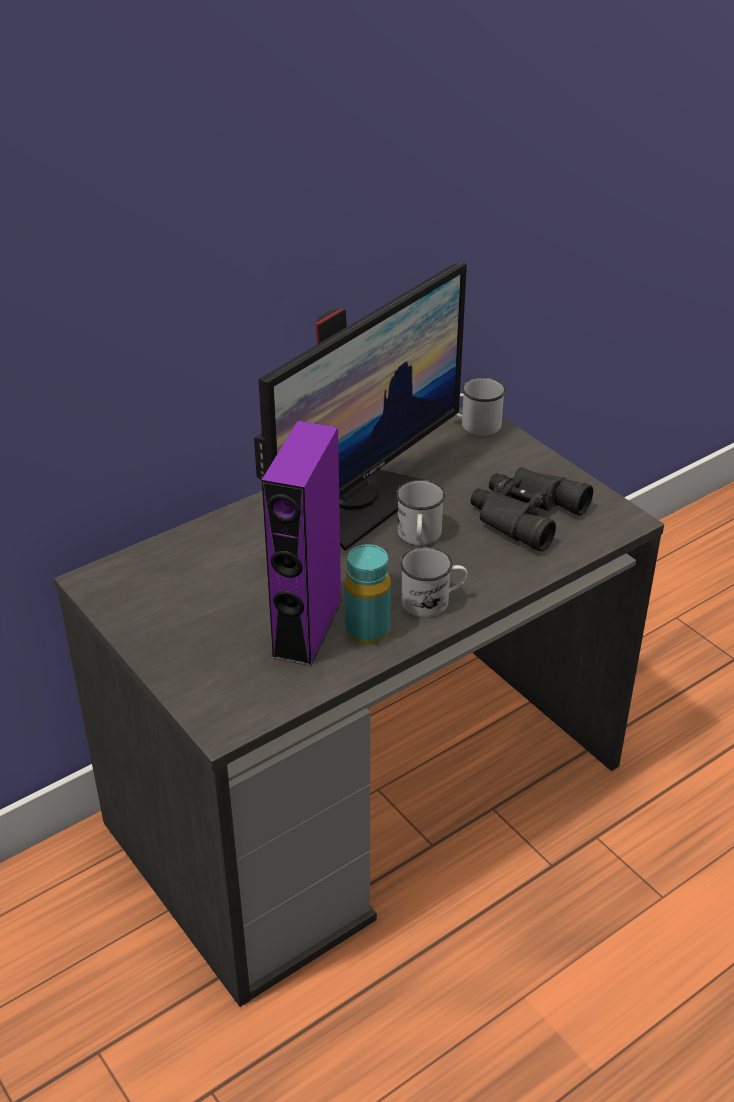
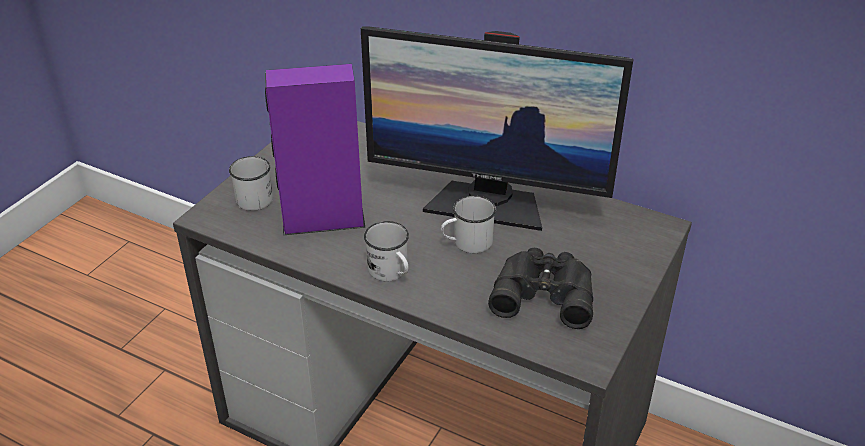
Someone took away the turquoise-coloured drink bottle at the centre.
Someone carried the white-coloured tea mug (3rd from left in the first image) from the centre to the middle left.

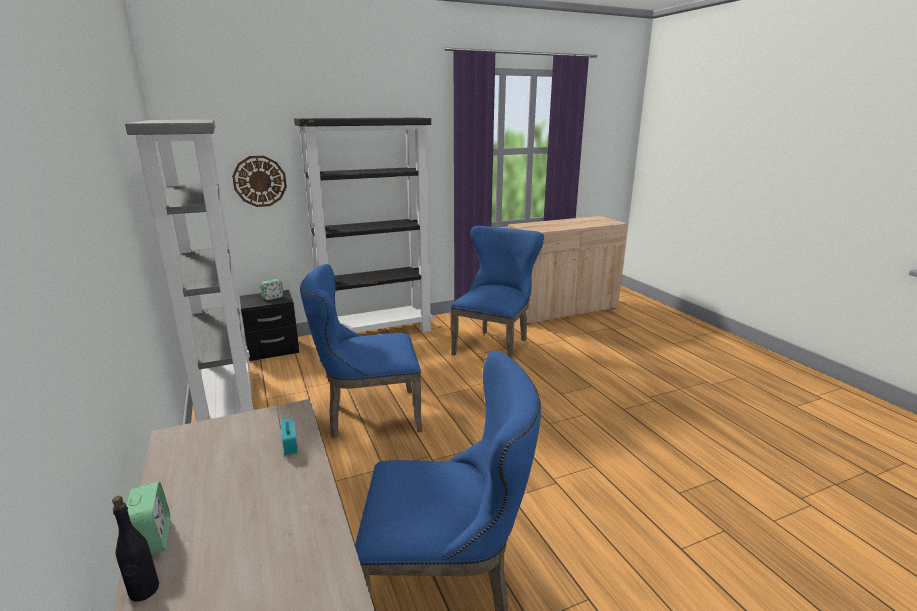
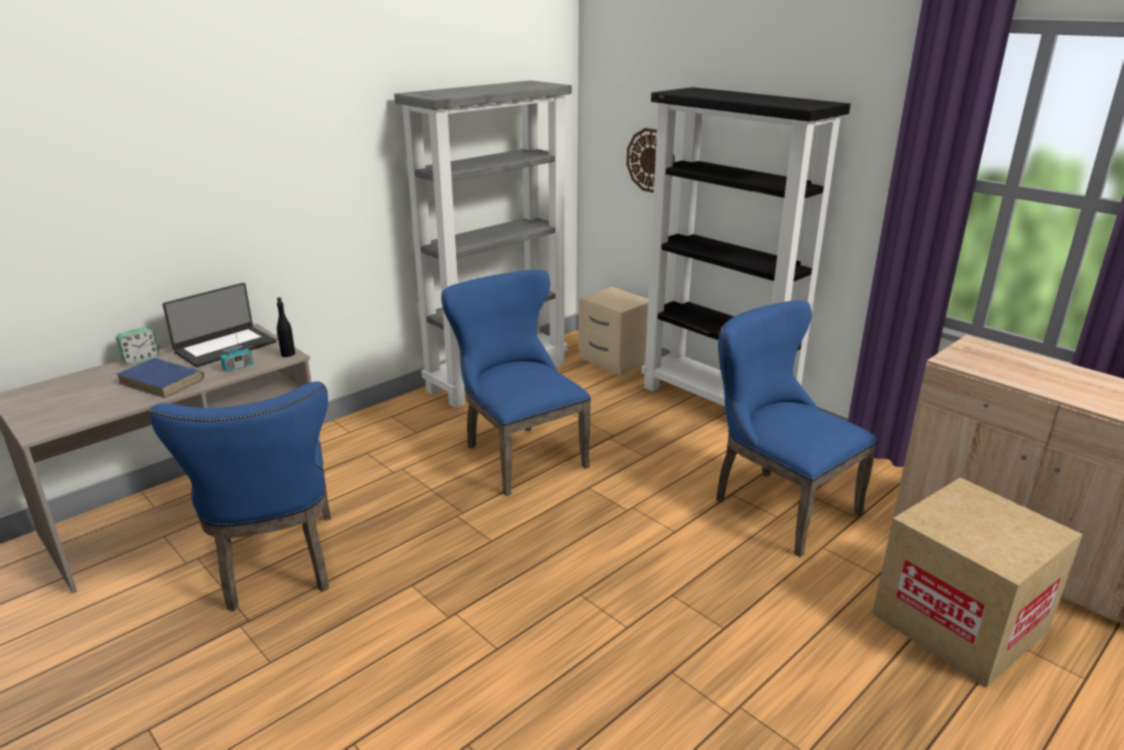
Someone carried the black drink bottle from the bottom left to the middle left.
Someone repainted the black night table at the middle left, which became the beige-coloured night table at the centre.
Someone took away the bedside clock (2nd from left) at the middle left.
Someone rotated the blue upright chair (3rd from left) at the centre by 135 degrees counterclockwise.
Someone put down the blue book at the middle left.
Someone put down the laptop at the middle left.
Someone put down the cardboard box at the bottom right.

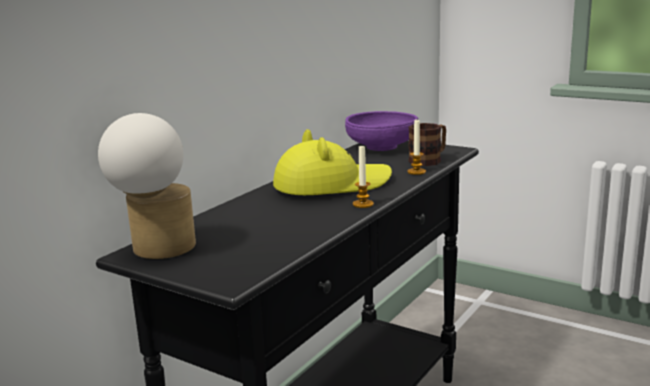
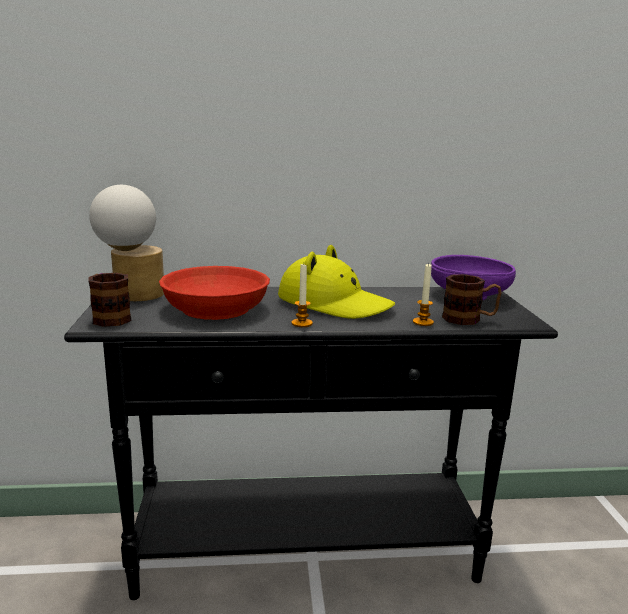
Someone put down the tea mug (1st from left) at the middle left.
Someone put down the red-coloured serving bowl at the centre.

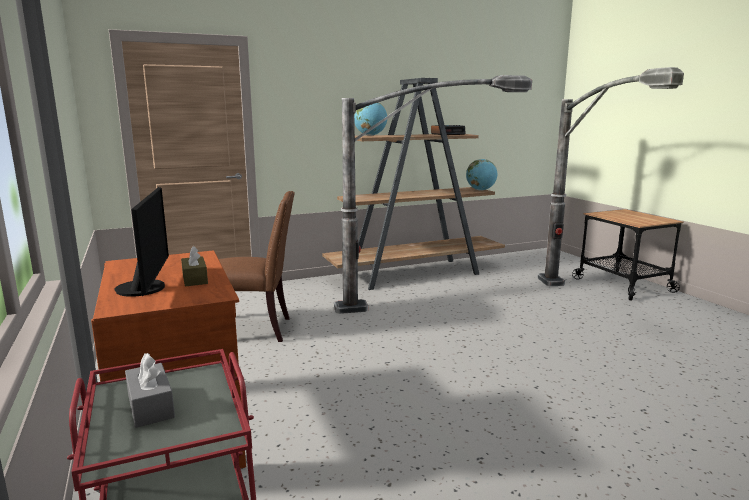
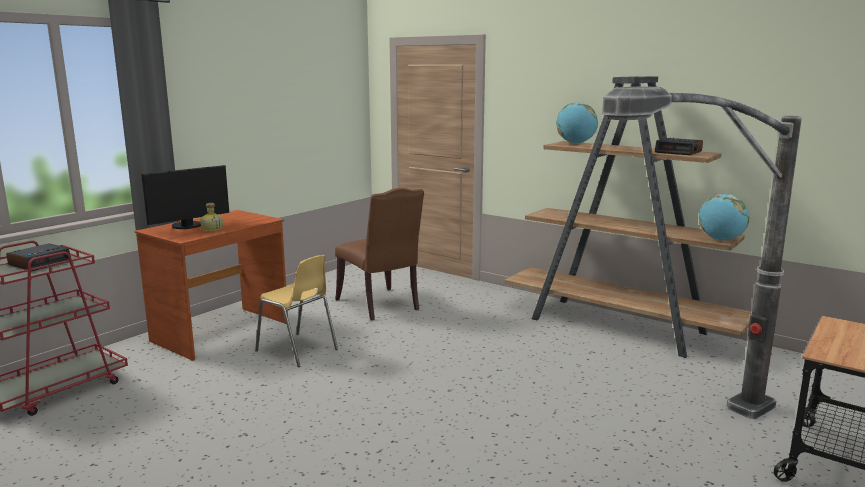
Someone swapped the gray tissue box at the bottom left for the bedside clock (1st from left) at the middle left.
Someone swapped the brown tissue box at the middle left for the drink bottle at the middle left.
Someone took away the standard lamp (1st from left) at the centre.
Someone put down the yellow-coloured upright chair at the centre.

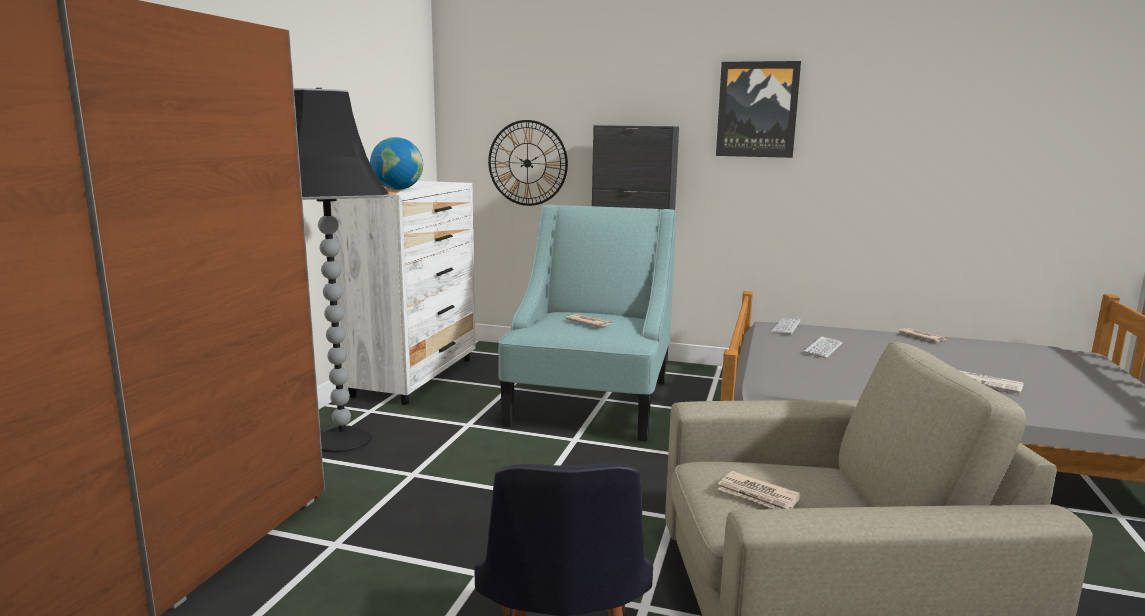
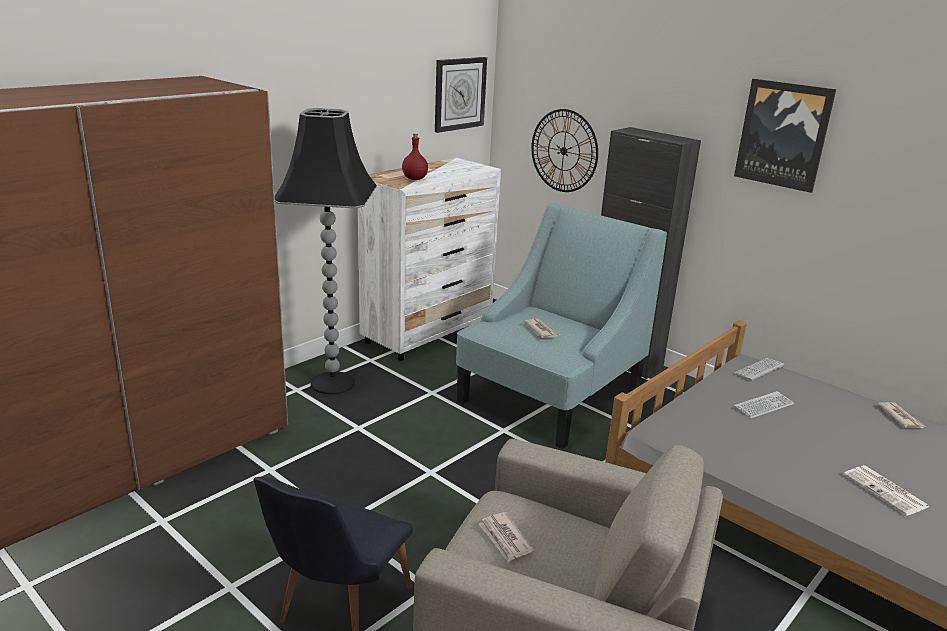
Someone swapped the globe at the top centre for the red-coloured drink bottle at the top centre.
Someone put up the wall clock (1st from left) at the top centre.

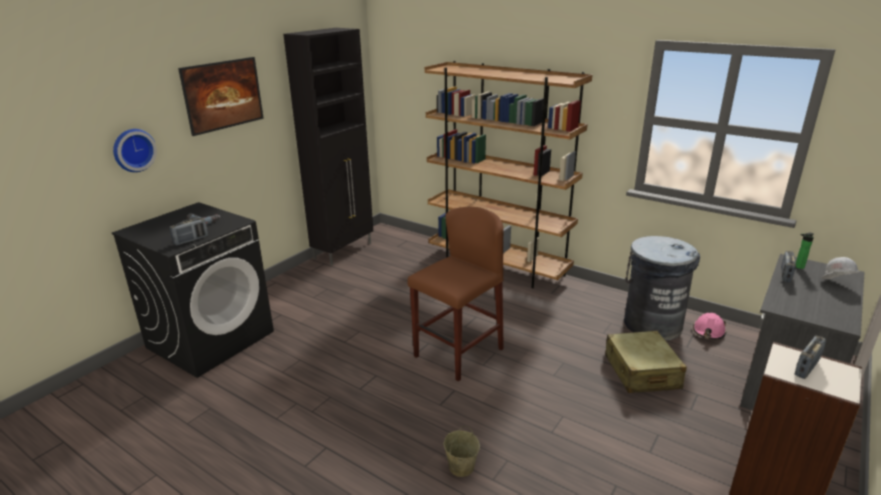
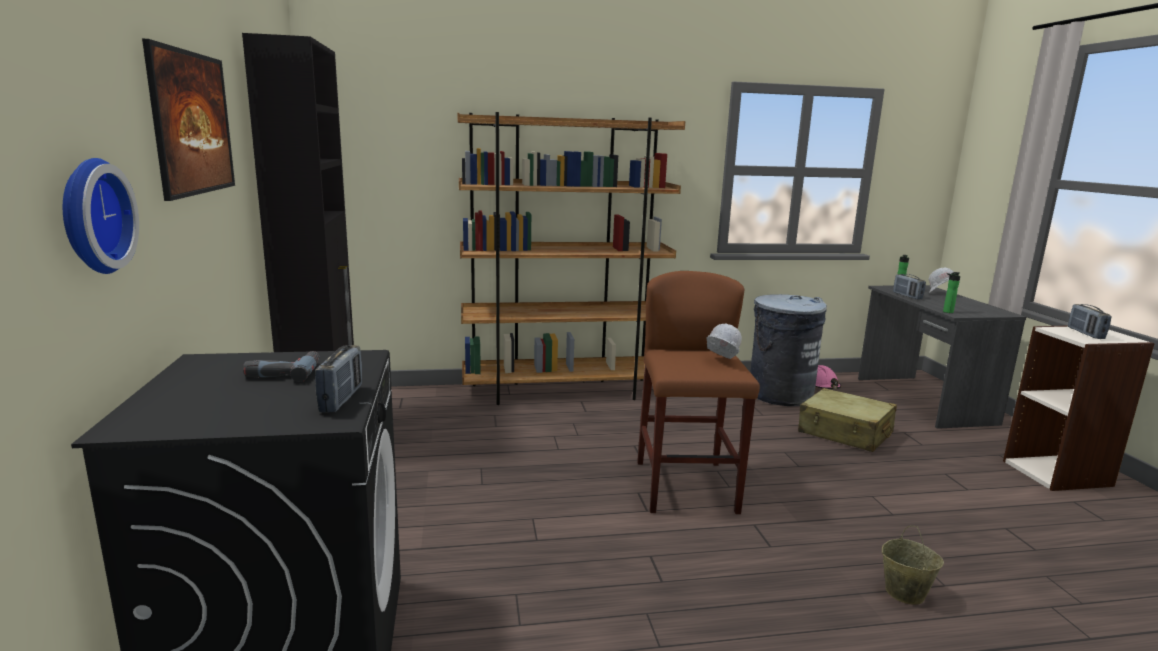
Someone put down the white-coloured work helmet (1st from left) at the centre.
Someone put down the drink bottle (2nd from left) at the middle right.

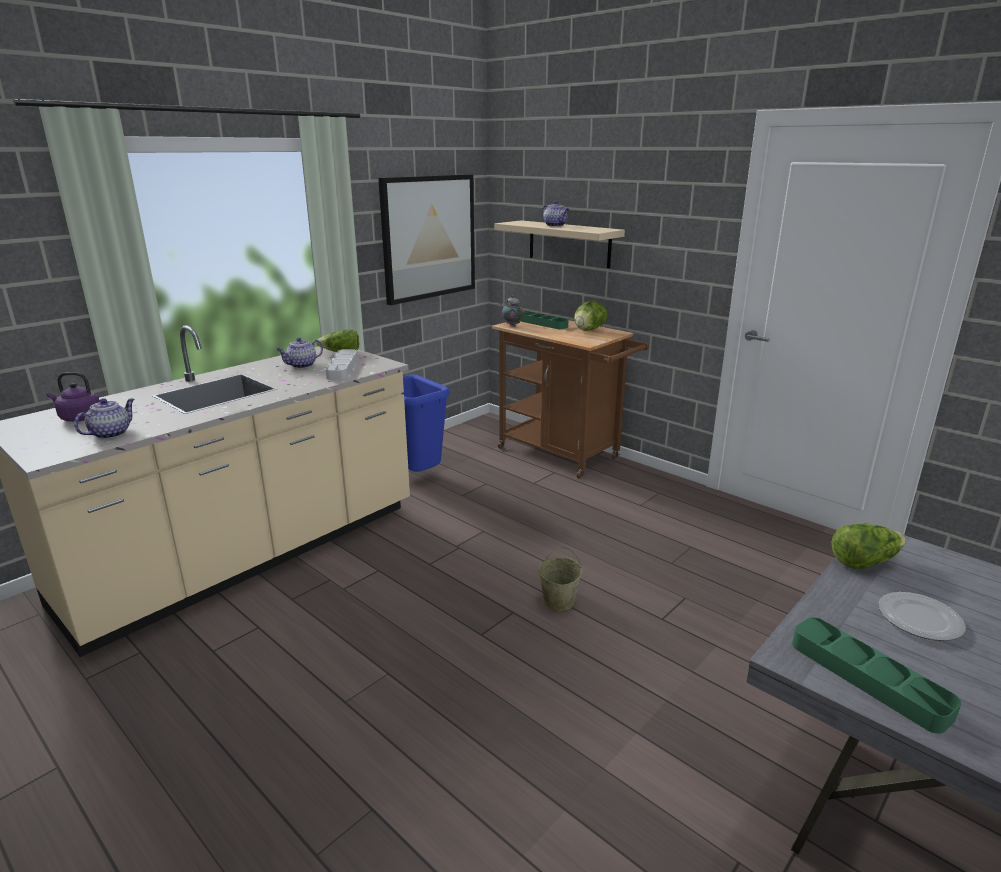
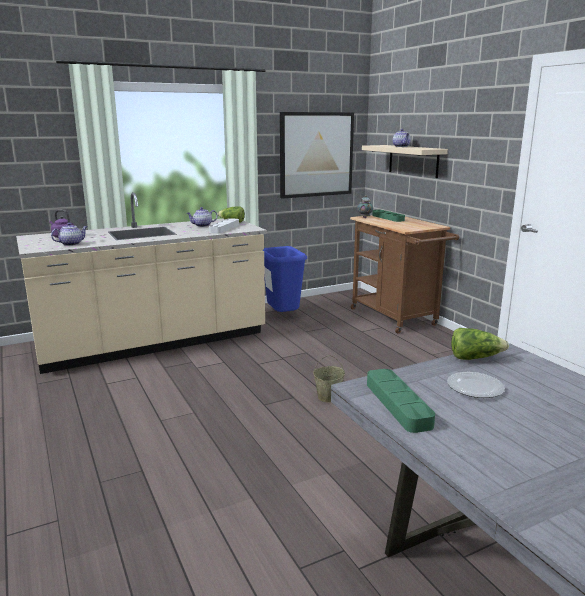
Someone took away the head of lettuce (2nd from left) at the centre.

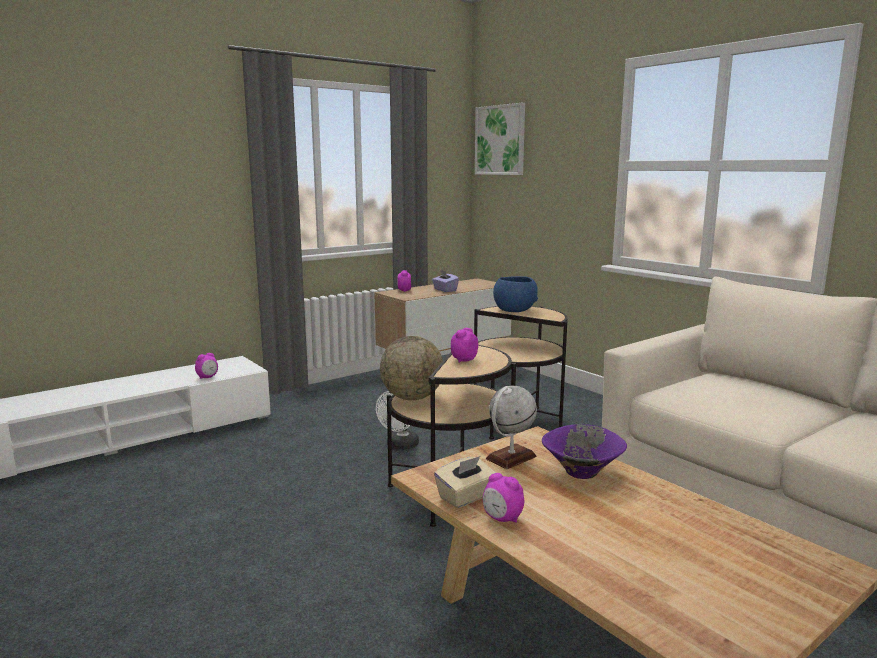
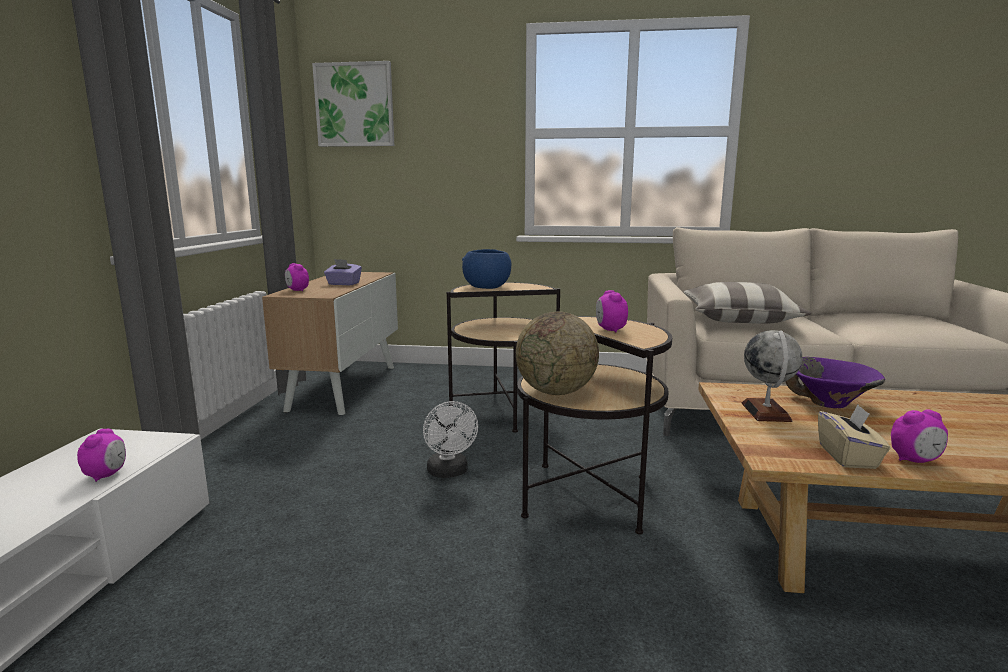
Someone put down the pillow at the middle right.

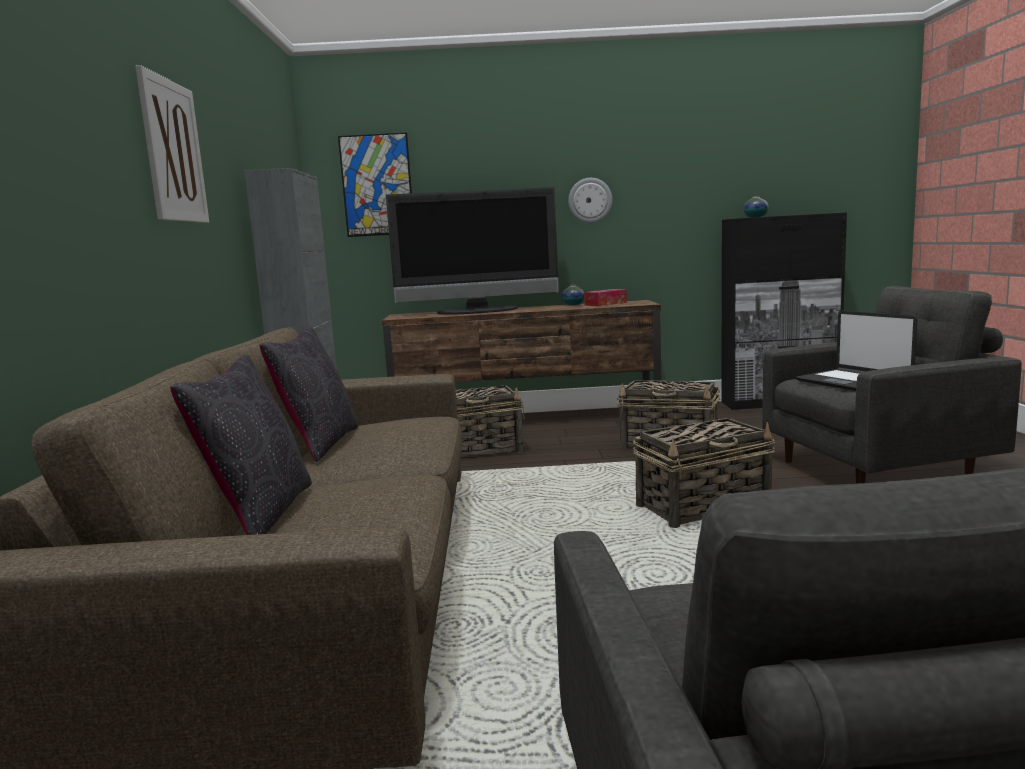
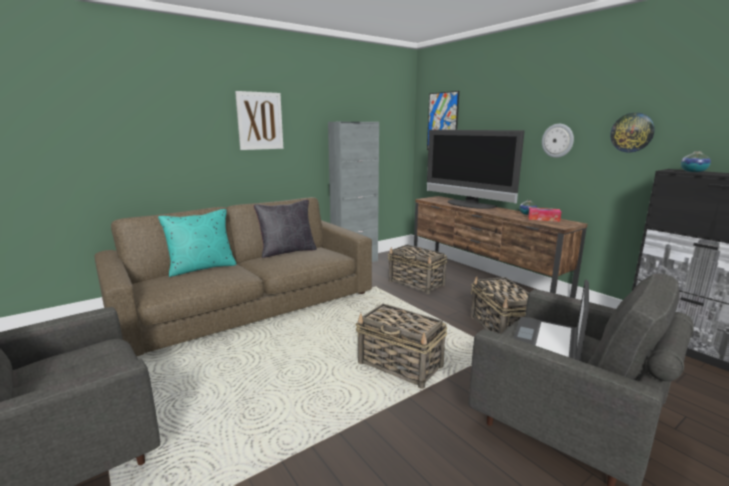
Someone repainted the black pillow (1st from left) at the middle left, which became the turquoise-coloured pillow at the middle left.
Someone put up the wall clock (2nd from left) at the top right.

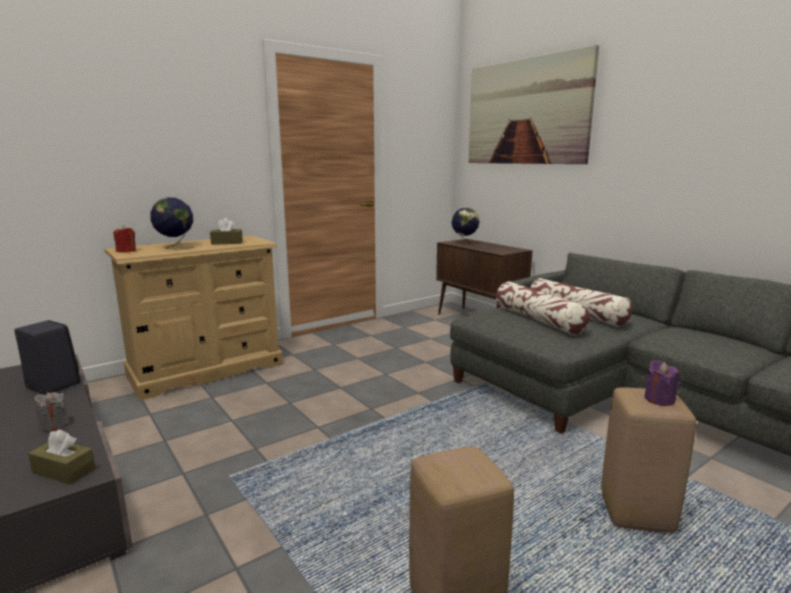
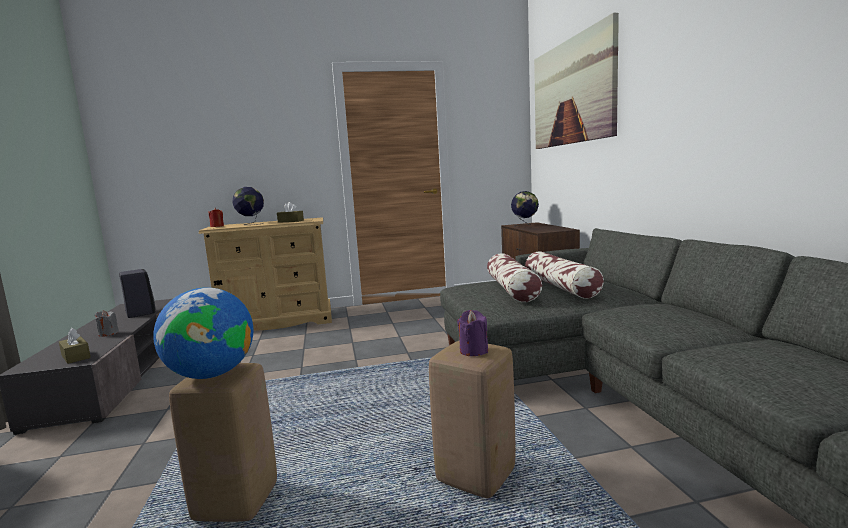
Someone put down the globe (1st from left) at the middle left.

